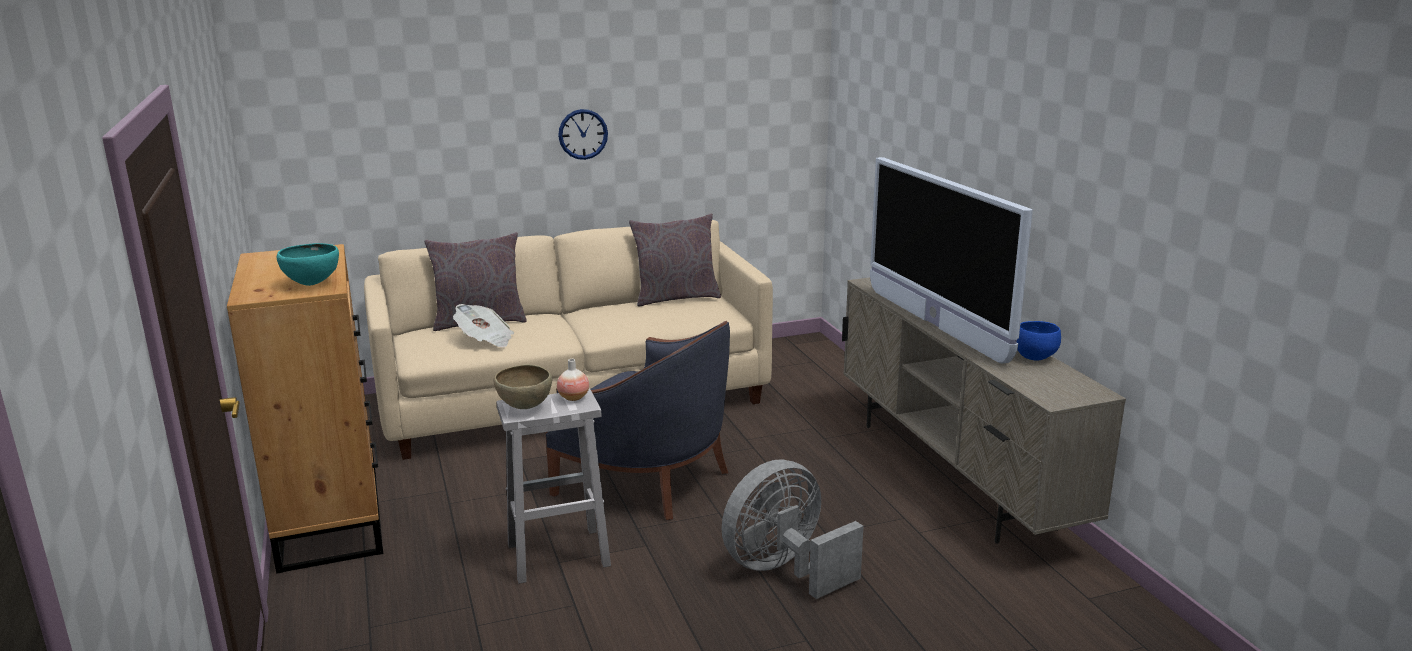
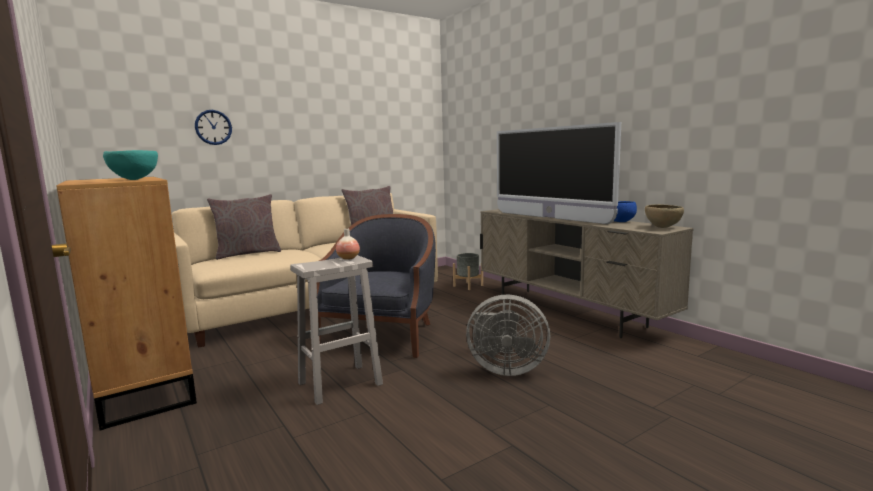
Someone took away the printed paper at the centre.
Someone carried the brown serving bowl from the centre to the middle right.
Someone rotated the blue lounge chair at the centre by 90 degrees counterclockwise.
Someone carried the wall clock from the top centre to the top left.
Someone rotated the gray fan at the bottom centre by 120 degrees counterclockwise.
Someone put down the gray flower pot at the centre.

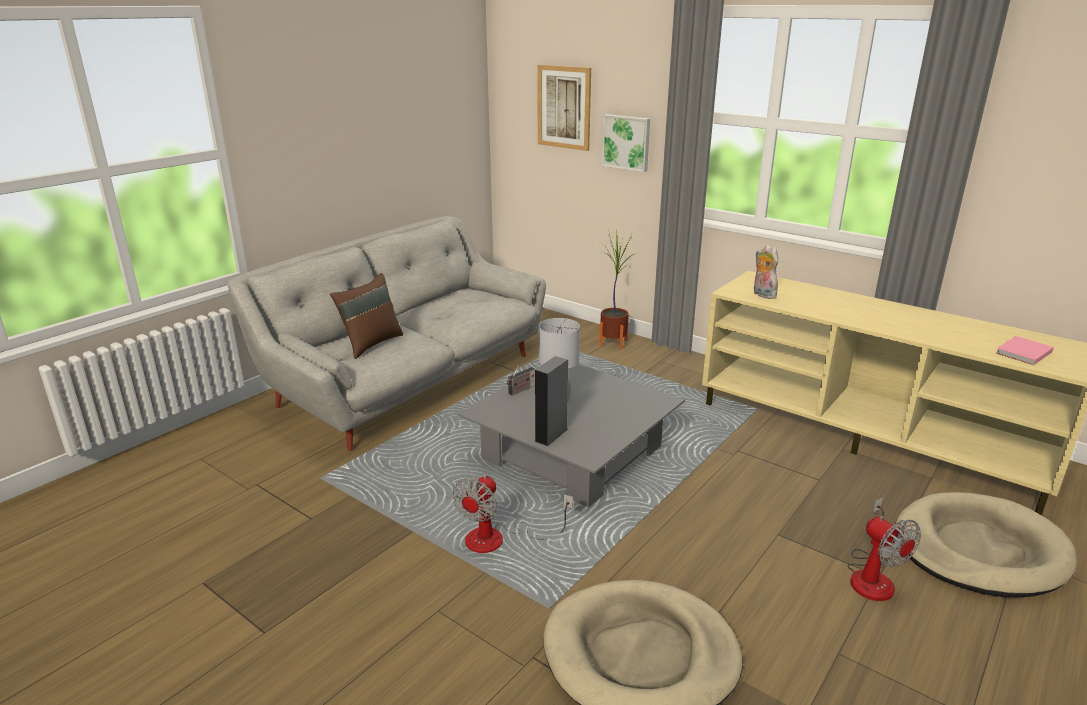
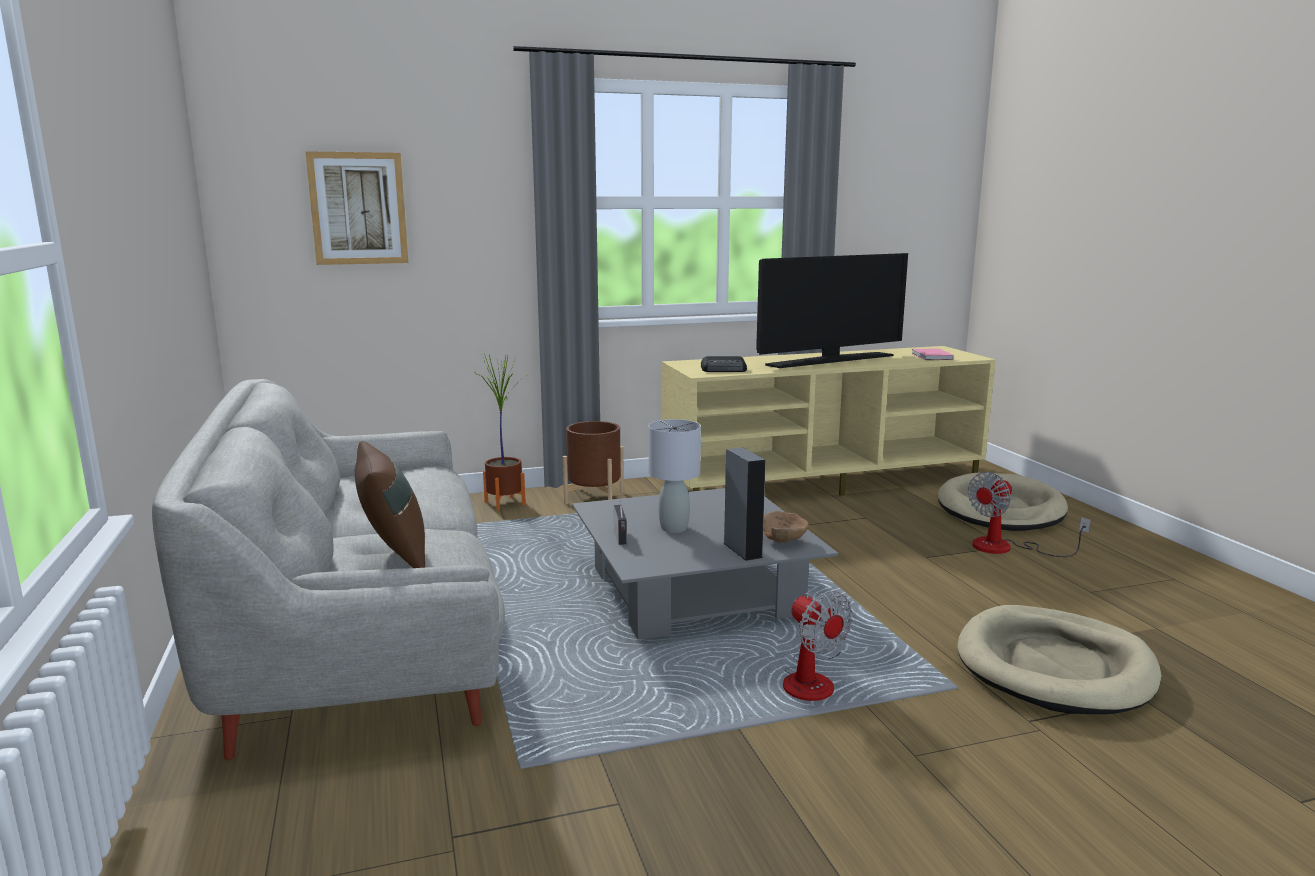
Someone took away the wall art (2nd from left) at the top centre.
Someone swapped the cuddly toy at the middle right for the radio set (2nd from left) at the centre.
Someone rotated the fan (2nd from left) at the bottom right by 135 degrees clockwise.
Someone put down the brown flower pot at the centre.
Someone put down the TV at the centre.
Someone put down the brown serving bowl at the centre.

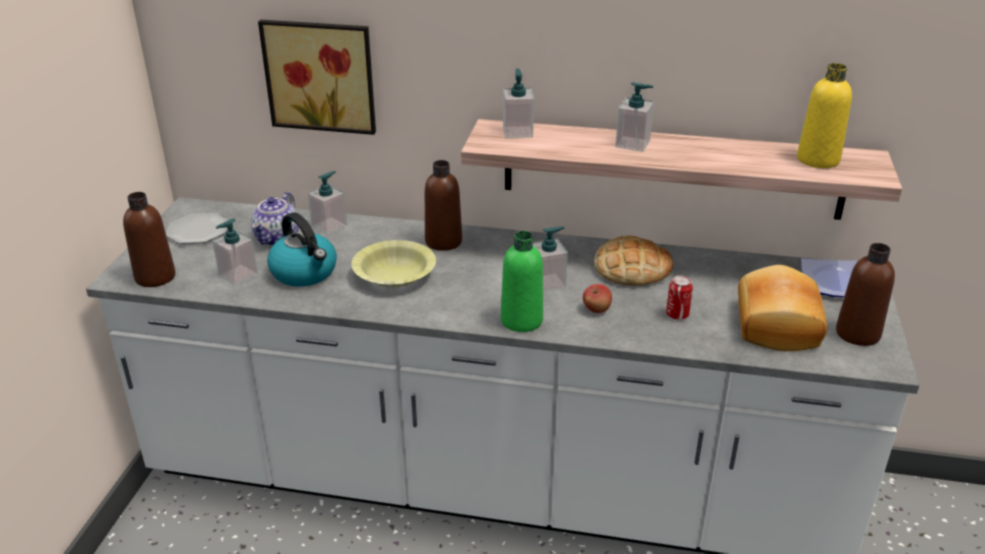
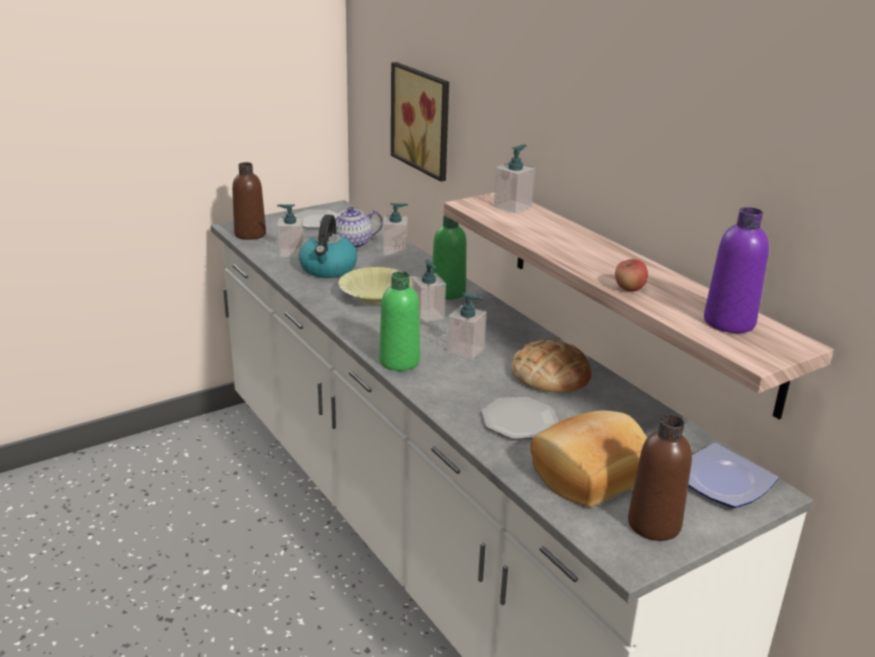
Someone repainted the brown drink bottle (2nd from left) at the centre, which became the green-coloured drink bottle (2nd from left) at the centre.
Someone carried the whole apple from the centre to the middle right.
Someone carried the soap bottle (5th from left in the first image) from the top centre to the centre.
Someone swapped the sealed can at the middle right for the flat dish (2nd from left) at the centre.
Someone repainted the yellow-coloured drink bottle at the top right, which became the purple drink bottle at the middle right.

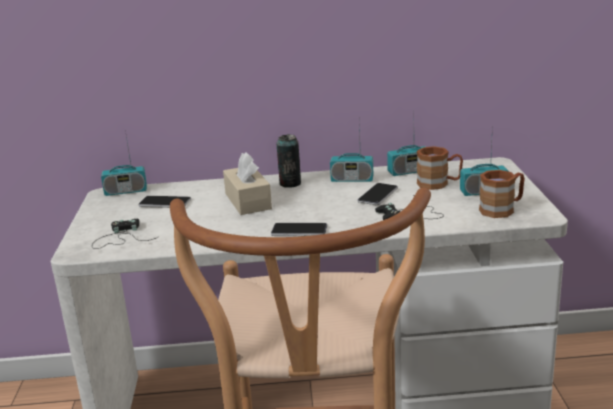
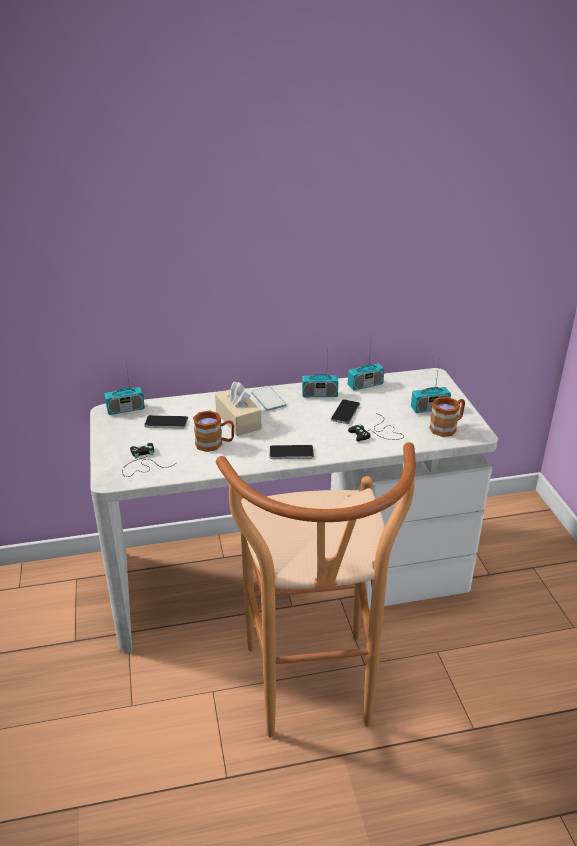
Someone swapped the sealed can at the centre for the phone (2nd from left) at the centre.
Someone carried the brown tea mug (1st from left) from the middle right to the centre.

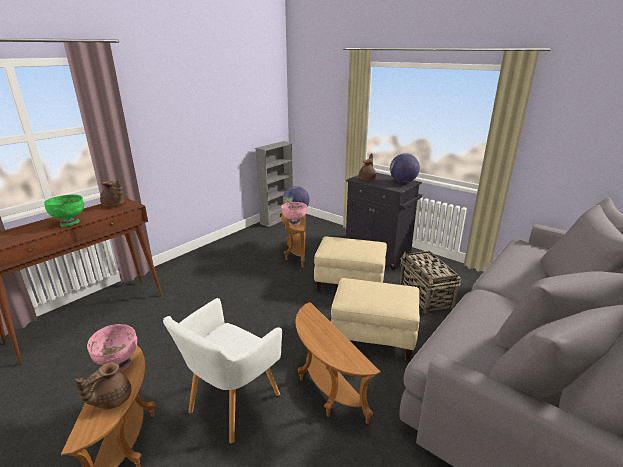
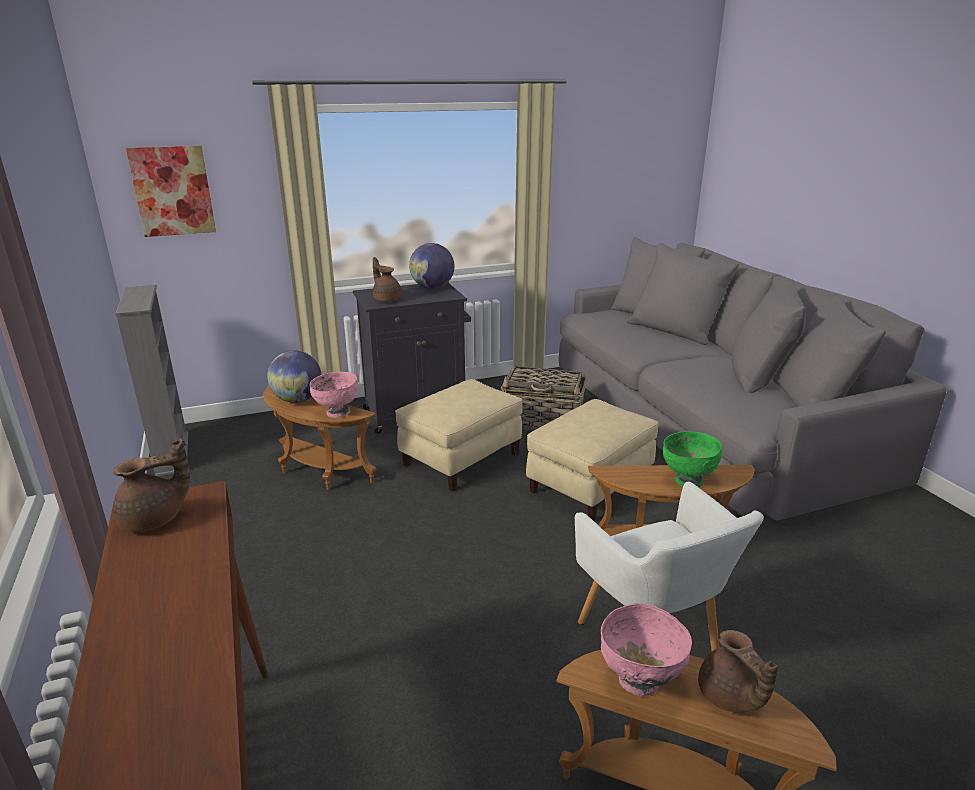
Someone carried the green-coloured serving bowl from the middle left to the middle right.
Someone put up the wall art at the top left.

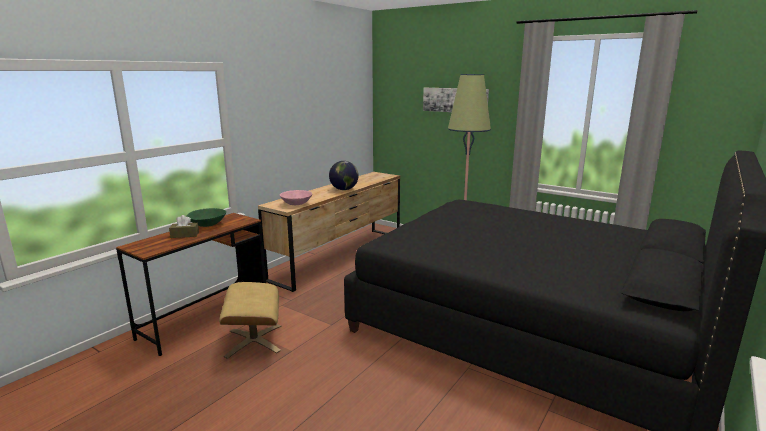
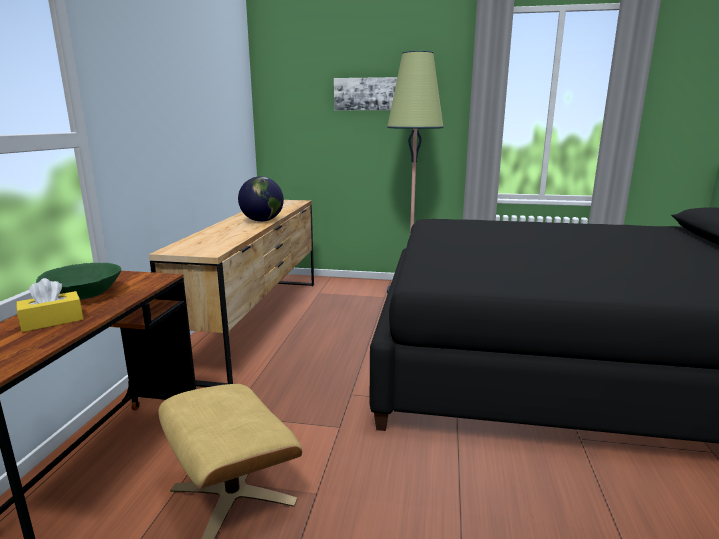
Someone repainted the brown tissue box at the middle left, which became the yellow-coloured tissue box at the middle left.
Someone took away the pink serving bowl at the centre.

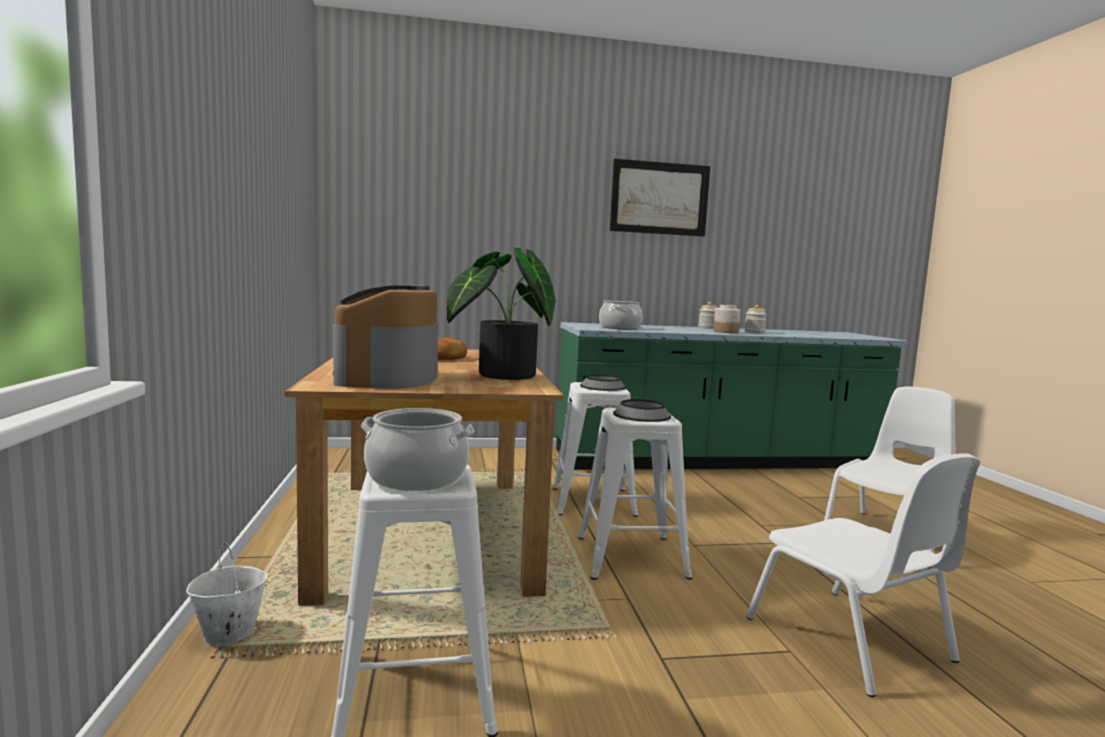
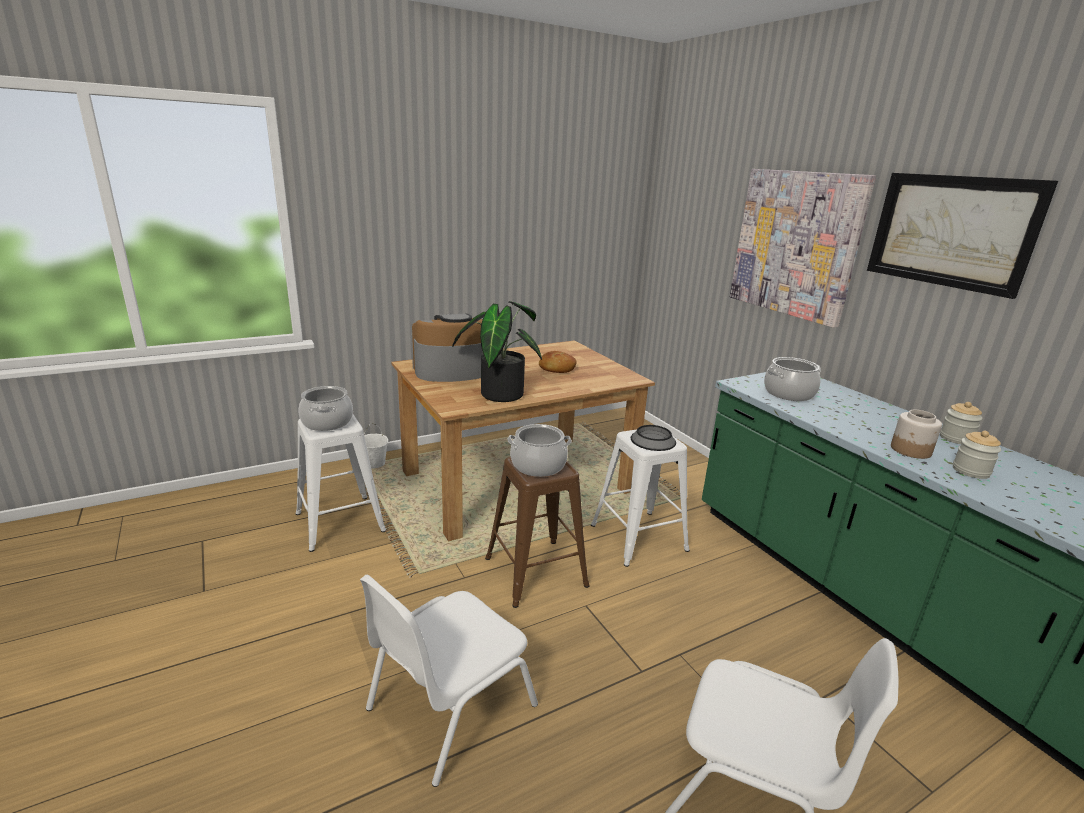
Someone repainted the white-coloured sitting stool (3rd from left) at the bottom centre, which became the brown sitting stool at the centre.
Someone swapped the serving bowl (2nd from left) at the centre for the saucepot (2nd from left) at the centre.
Someone put up the wall art (1st from left) at the top right.

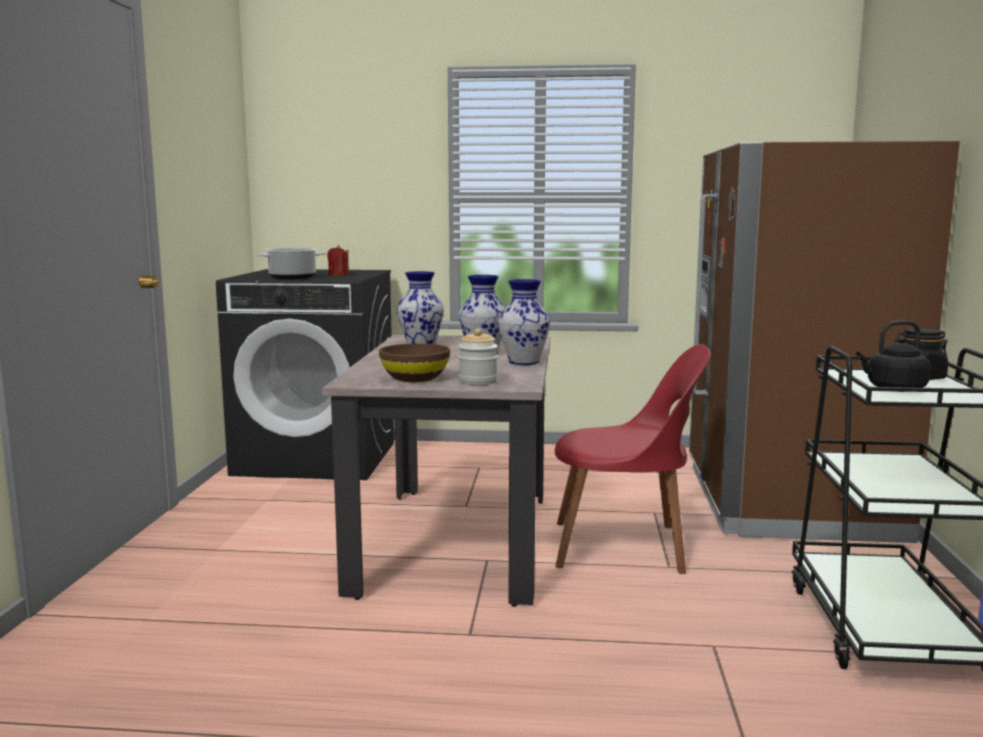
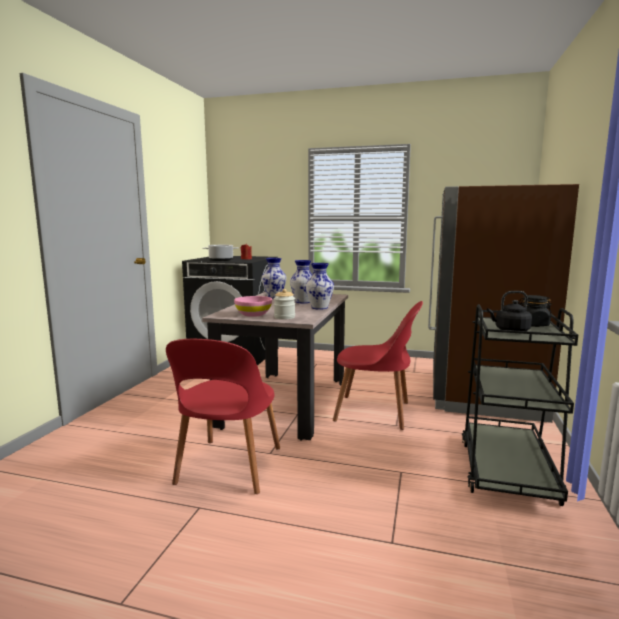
Someone repainted the brown serving bowl at the centre, which became the pink serving bowl at the centre.
Someone put down the red-coloured upright chair (1st from left) at the bottom centre.

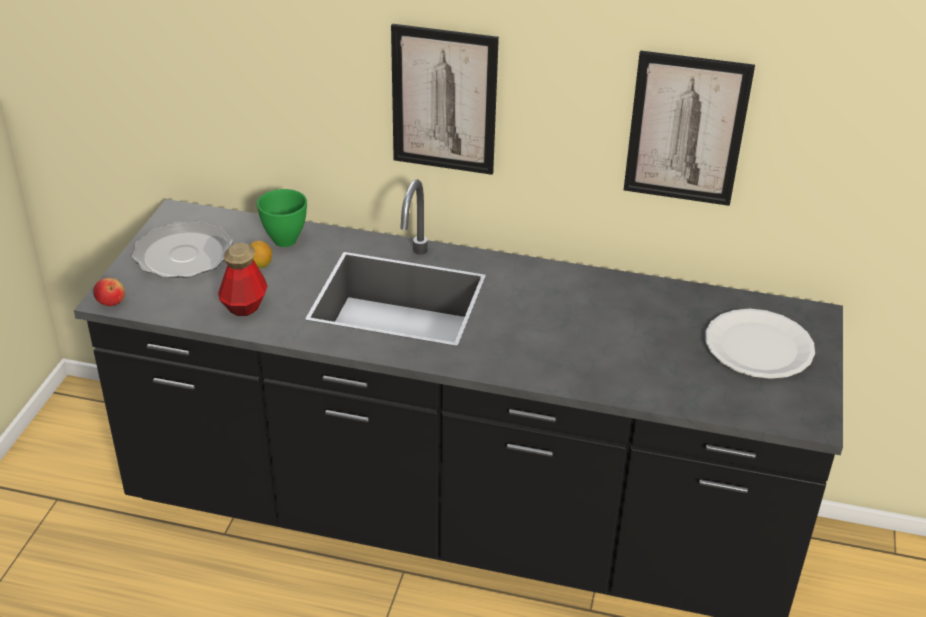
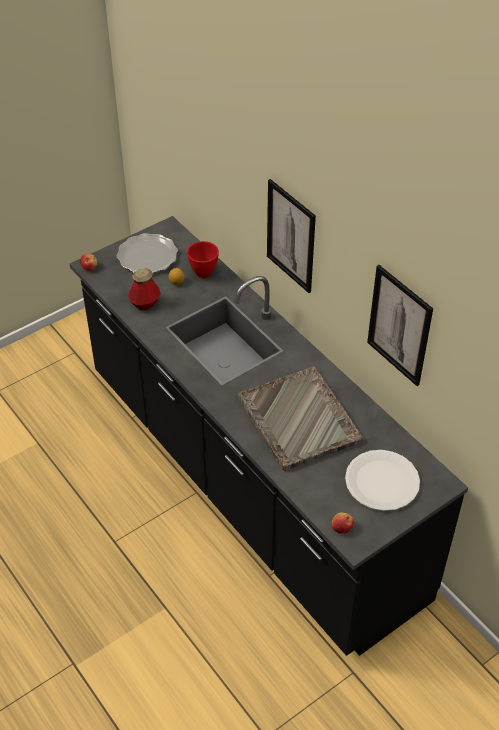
Someone repainted the green-coloured serving bowl at the middle left, which became the red-coloured serving bowl at the centre.
Someone put down the gray serving tray at the centre.
Someone put down the whole apple (2nd from left) at the bottom right.

